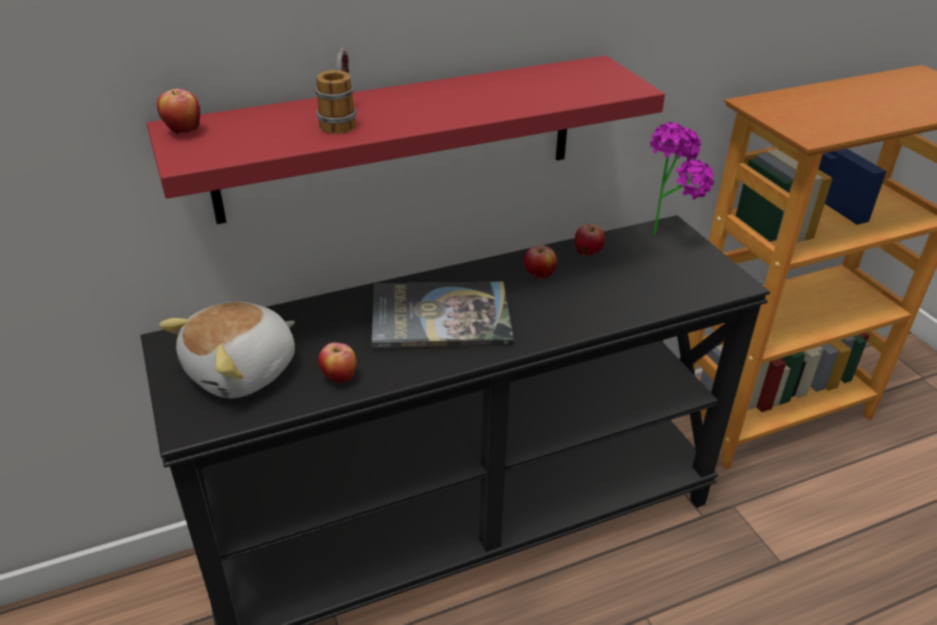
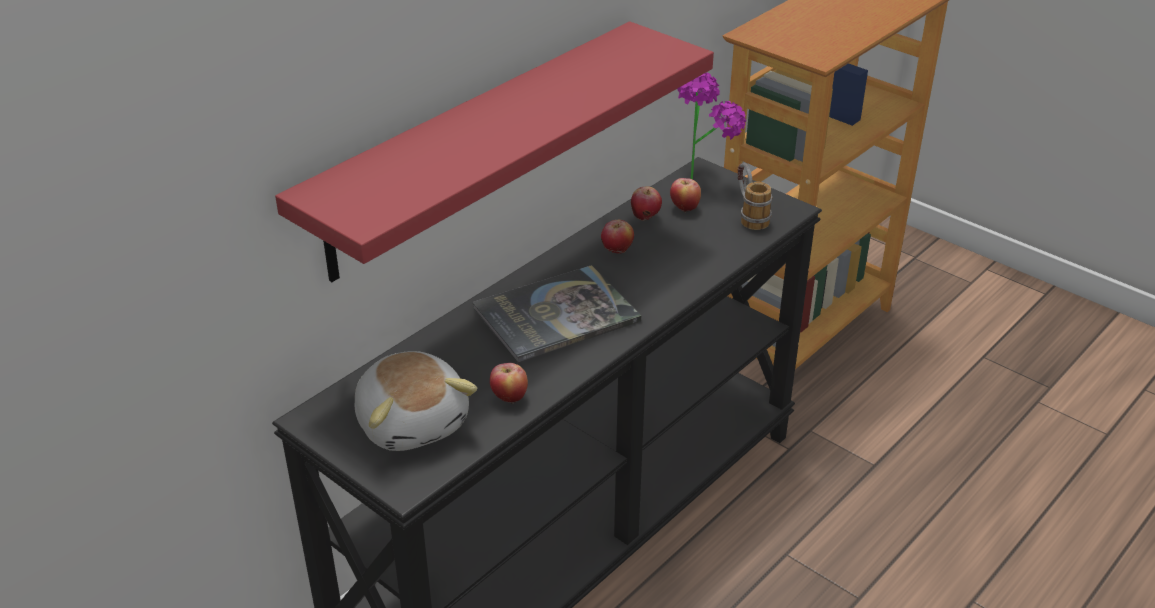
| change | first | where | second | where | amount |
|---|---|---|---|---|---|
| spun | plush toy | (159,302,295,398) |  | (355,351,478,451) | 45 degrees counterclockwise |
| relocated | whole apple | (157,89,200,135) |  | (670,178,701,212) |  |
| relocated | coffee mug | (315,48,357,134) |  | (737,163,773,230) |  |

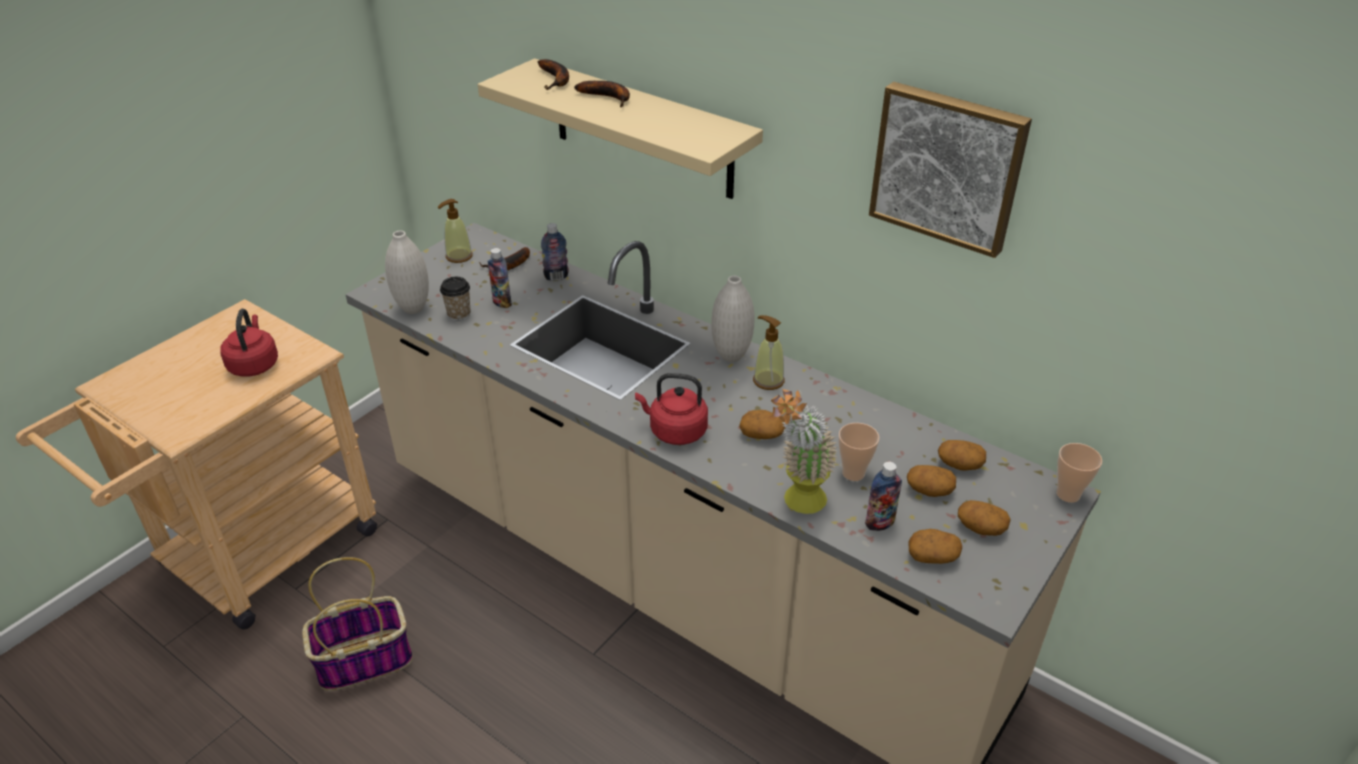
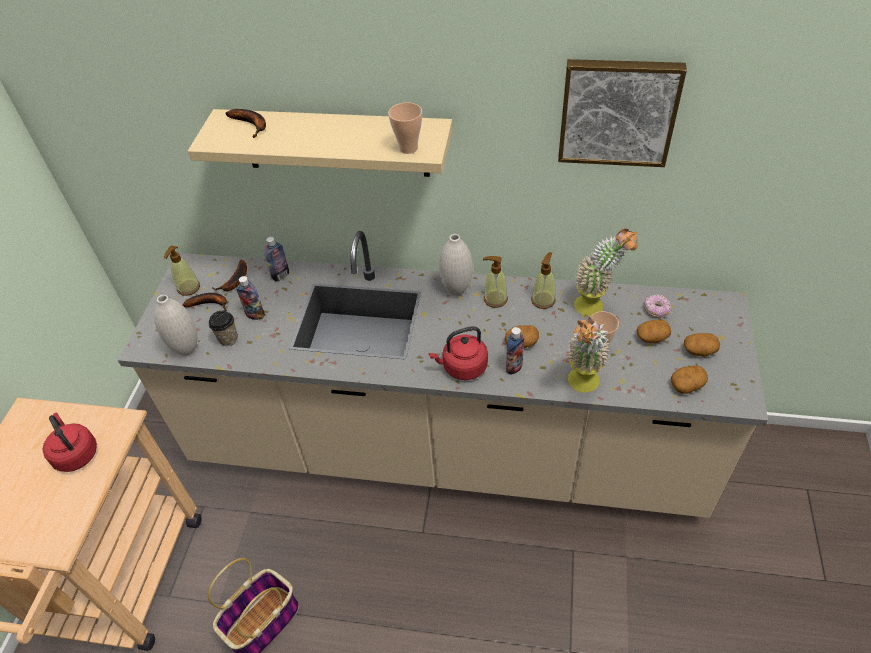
| change | first | where | second | where | amount |
|---|---|---|---|---|---|
| relocated | banana | (574,81,630,107) |  | (183,293,227,311) |  |
| relocated | drinking cup | (1056,443,1102,503) |  | (388,102,422,154) |  |
| relocated | beverage bottle | (865,461,902,531) |  | (506,327,524,375) |  |
| appeared |  |  | liquid soap bottle | (531,252,556,309) |  |
| appeared |  |  | potted plant | (574,229,638,316) |  |
| exchanged | whole potato | (938,440,986,471) | ring doughnut | (644,294,671,318) |  |

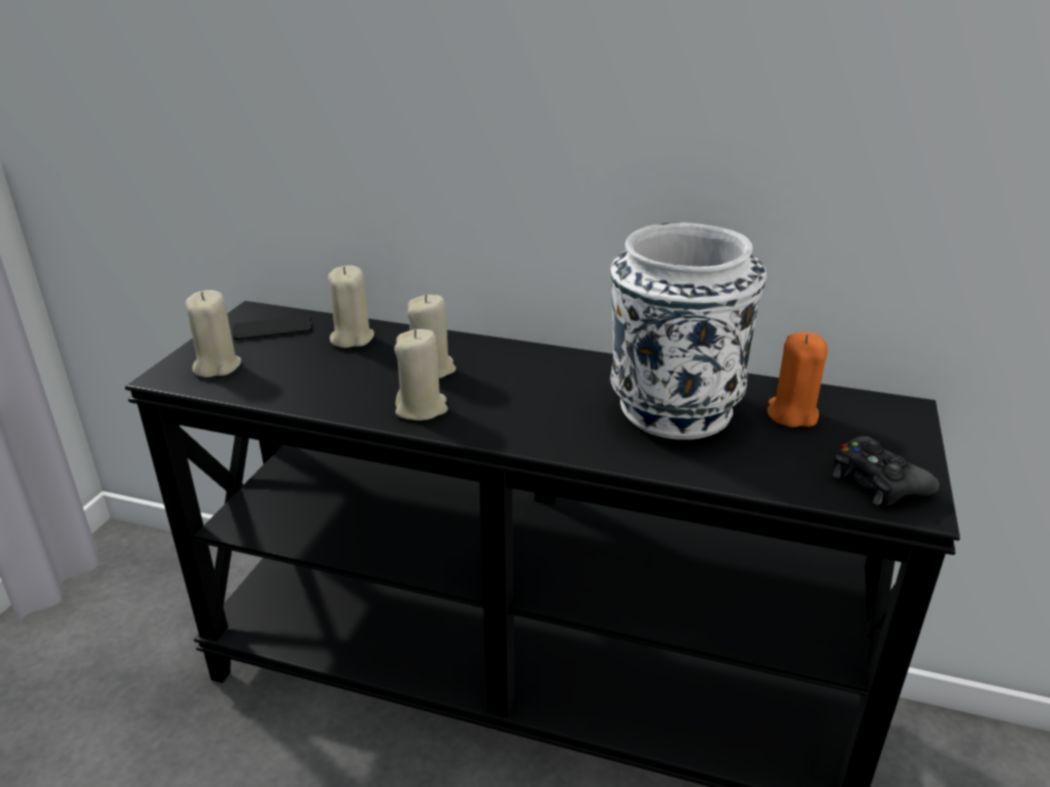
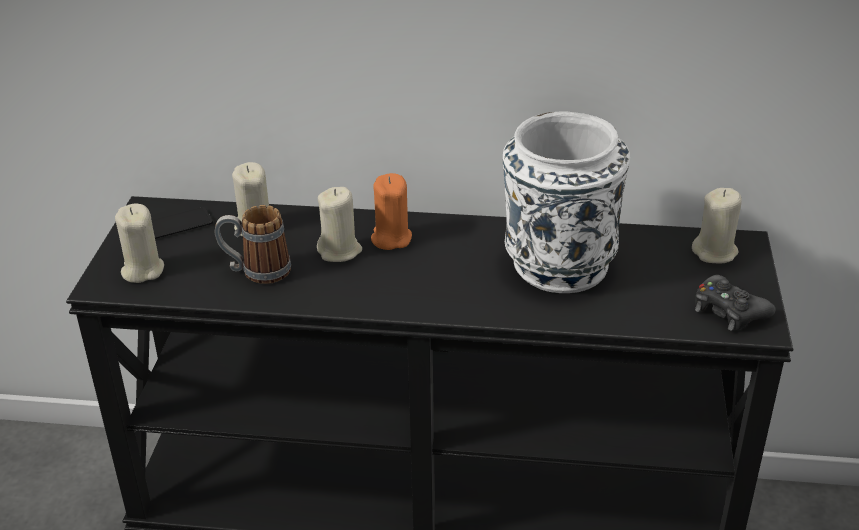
| change | first | where | second | where | amount |
|---|---|---|---|---|---|
| appeared |  |  | coffee mug | (215,205,291,284) |  |
| relocated | orange candle | (767,332,827,427) |  | (371,173,412,250) |  |
| relocated | sand-coloured candle | (394,329,448,421) |  | (692,188,742,264) |  |

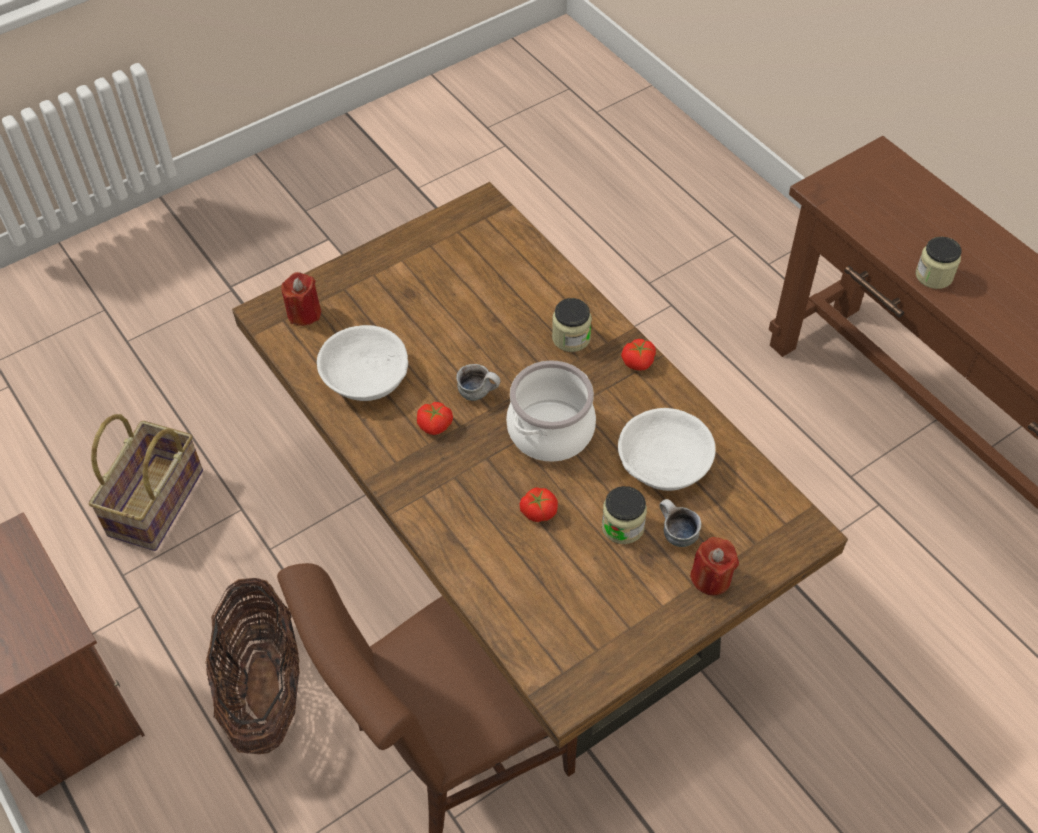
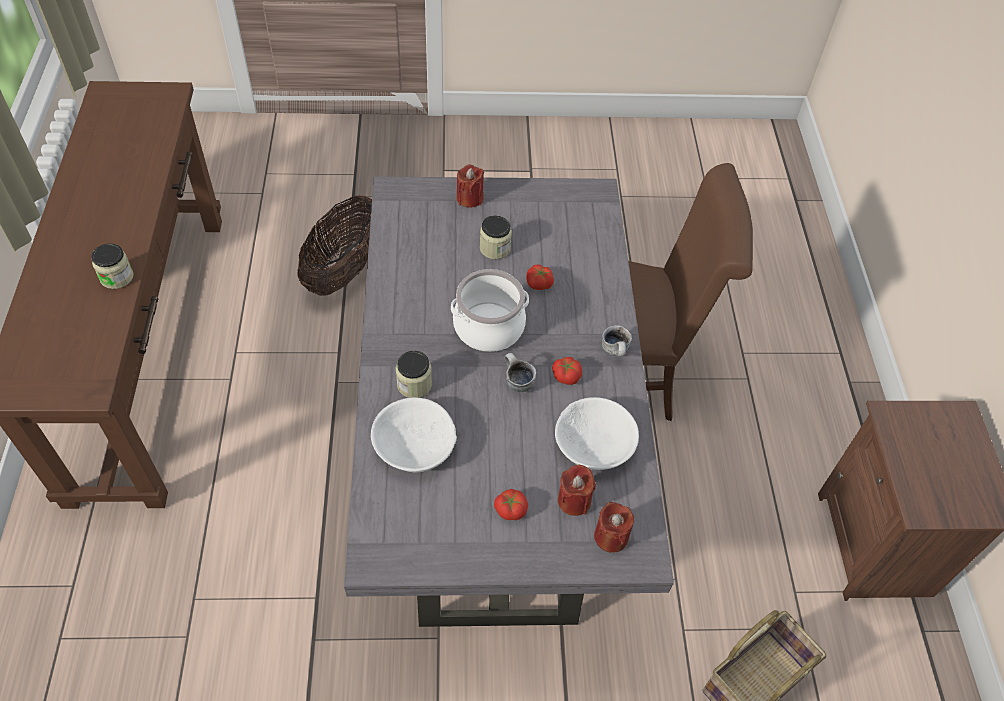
| change | first | where | second | where | amount |
|---|---|---|---|---|---|
| relocated | storage basket | (205,578,300,754) |  | (297,195,372,296) |  |
| colour | brownish dinner table | (232,182,848,758) | gray dinner table | (344,176,674,627) |  |
| relocated | whitish deep dish | (618,408,716,491) |  | (371,398,457,472) |  |
| relocated | fresh tomato | (621,339,656,371) |  | (494,489,528,520) |  |
| appeared |  |  | red-coloured candle | (558,465,596,516) |  |
| relocated | coffee mug | (660,499,701,547) |  | (602,325,632,357) |  |

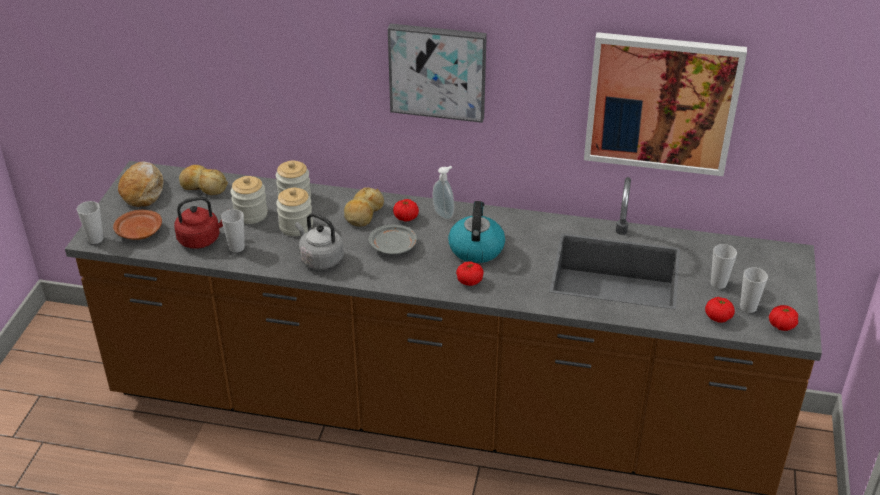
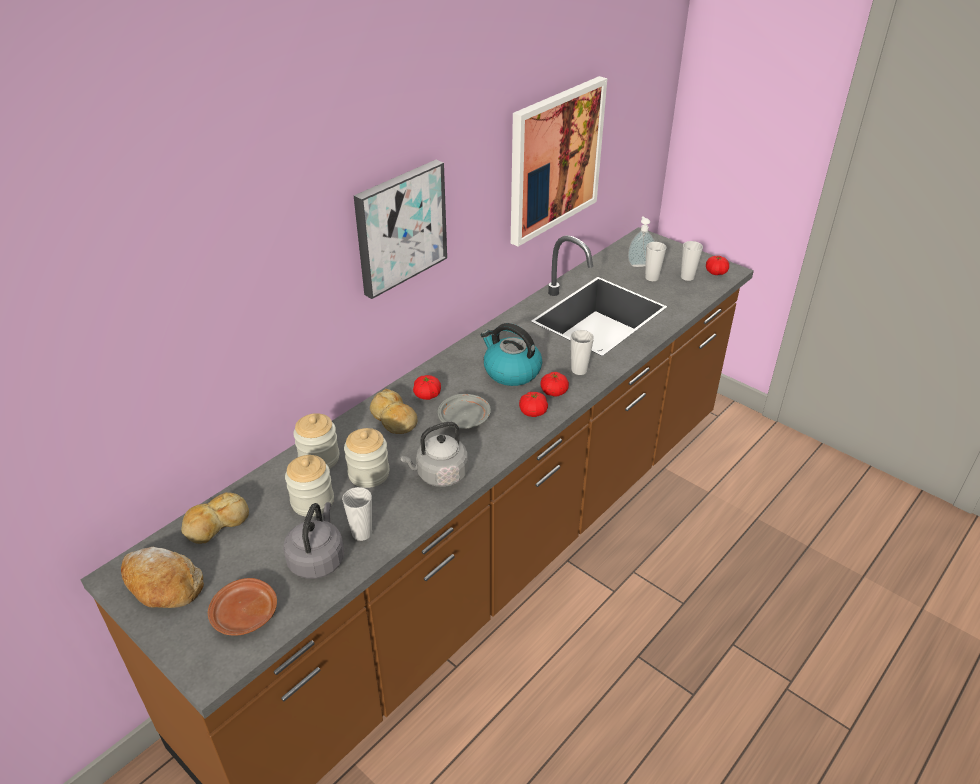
| change | first | where | second | where | amount |
|---|---|---|---|---|---|
| colour | red-coloured tea kettle | (174,196,223,249) | gray tea kettle | (283,502,344,579) |  |
| relocated | fresh tomato | (705,297,735,323) |  | (519,392,548,417) |  |
| relocated | drinking cup | (77,201,104,244) |  | (571,330,594,375) |  |
| relocated | liquid soap bottle | (432,166,454,219) |  | (628,216,655,267) |  |

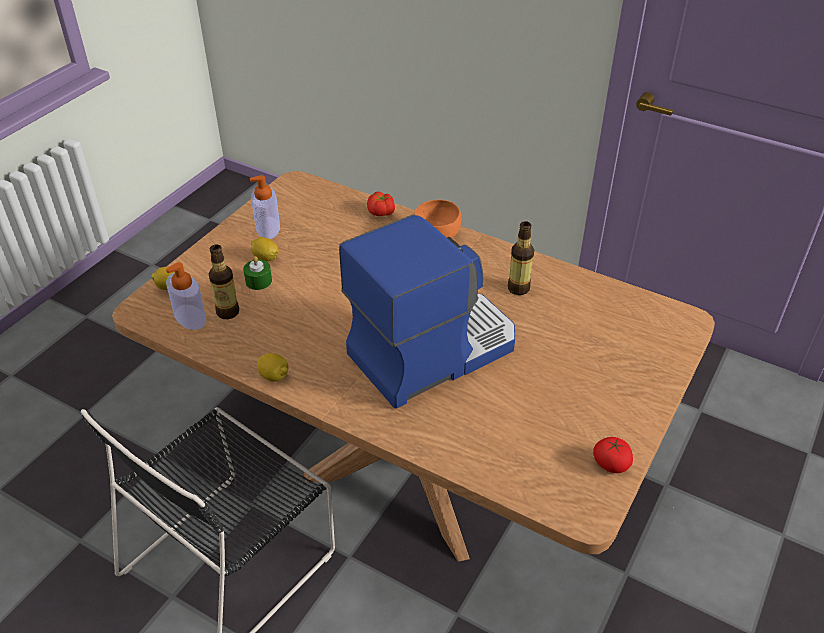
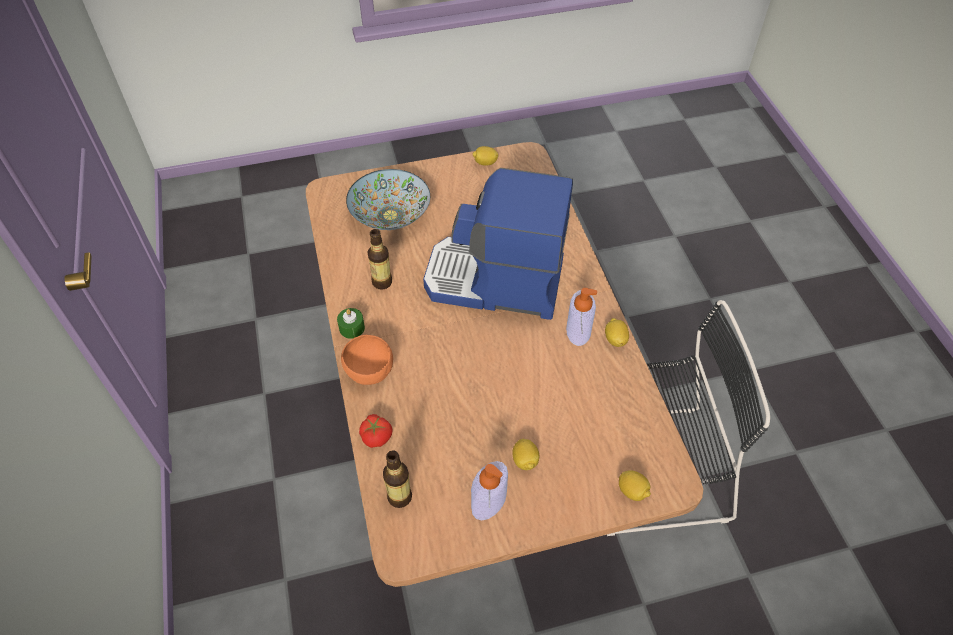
| change | first | where | second | where | amount |
|---|---|---|---|---|---|
| relocated | green-coloured candle | (243,256,272,290) |  | (337,308,365,339) |  |
| appeared |  |  | deep dish | (346,169,430,230) |  |
| relocated | beverage bottle | (209,244,239,319) |  | (383,451,412,508) |  |
| exchanged | fresh tomato | (593,437,633,473) | whole lemon | (473,146,498,166) |  |
| relocated | liquid soap bottle | (166,262,206,330) |  | (566,288,597,346) |  |

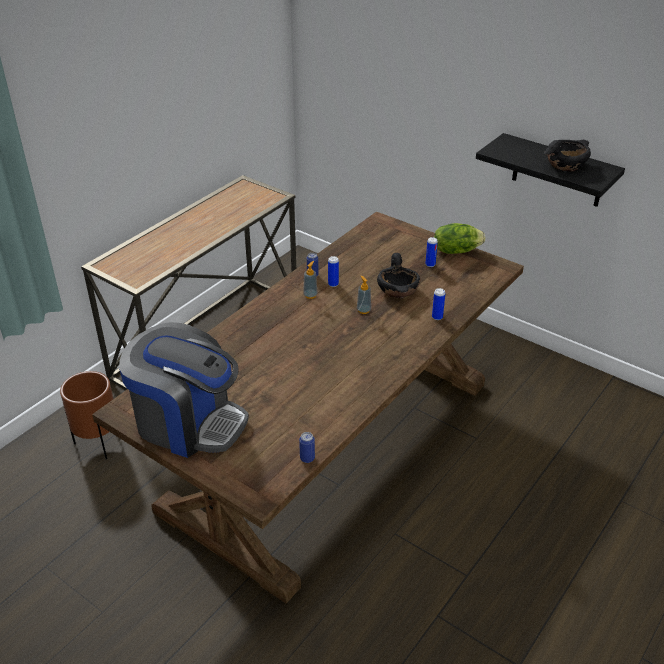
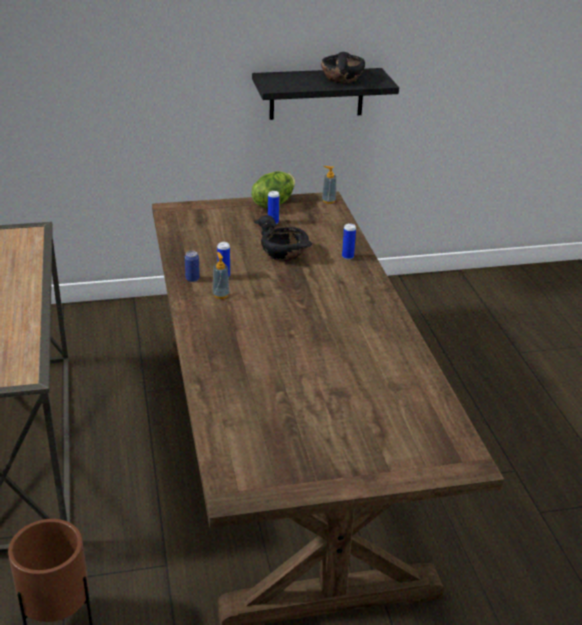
| change | first | where | second | where | amount |
|---|---|---|---|---|---|
| relocated | liquid soap bottle | (357,276,371,314) |  | (322,166,336,204) |  |
| missing | coffee maker | (119,322,249,458) |  |  |  |
| missing | can | (299,432,315,463) |  |  |  |

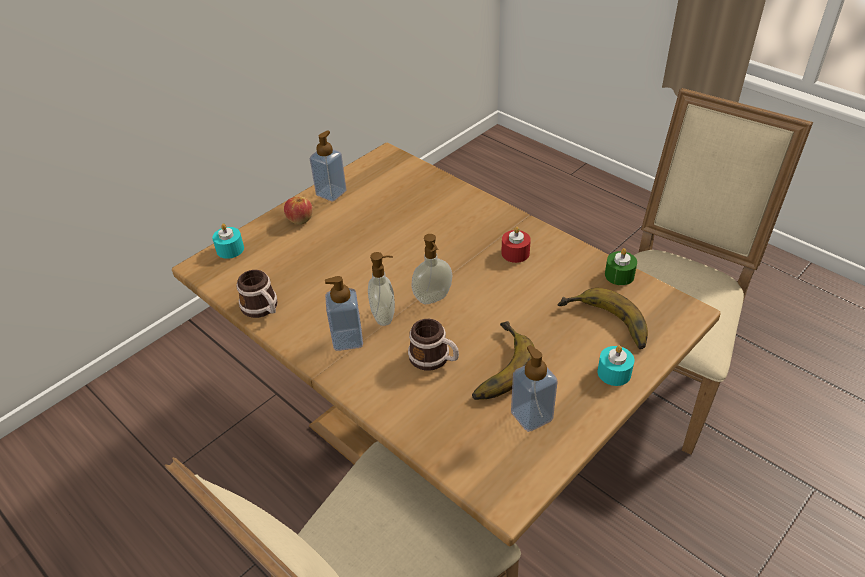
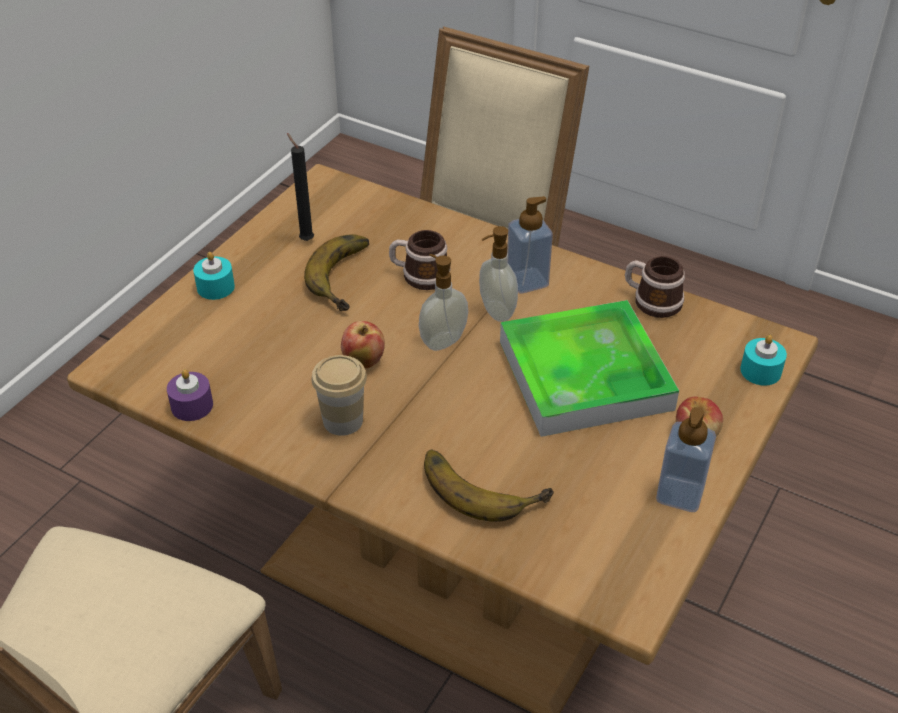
| change | first | where | second | where | amount |
|---|---|---|---|---|---|
| colour | green-coloured candle | (605,248,637,285) | purple-coloured candle | (167,369,213,421) |  |
| exchanged | liquid soap bottle | (511,345,558,432) | blackish candle | (287,133,314,241) |  |
| exchanged | red-coloured candle | (501,227,531,263) | drinking cup | (312,355,367,436) |  |
| appeared |  |  | whole apple | (341,321,385,368) |  |
| relocated | banana | (558,288,648,349) |  | (424,449,554,522) |  |
| appeared |  |  | tray | (500,300,679,437) |  |

